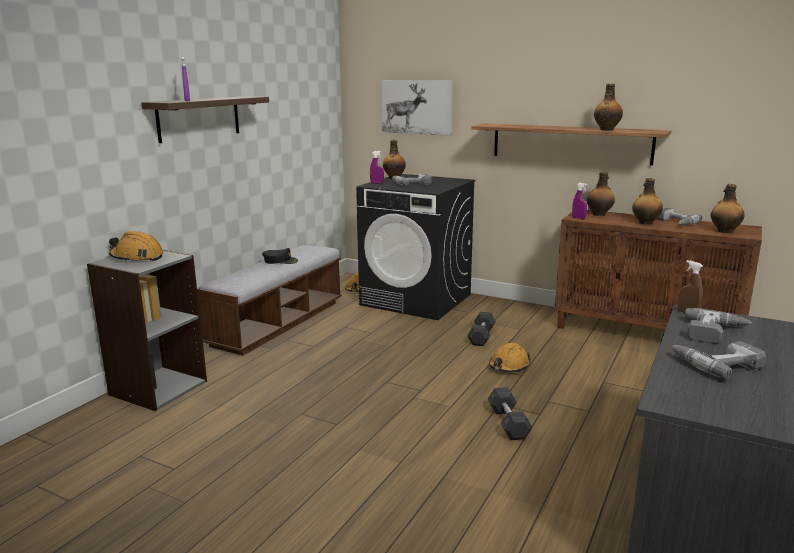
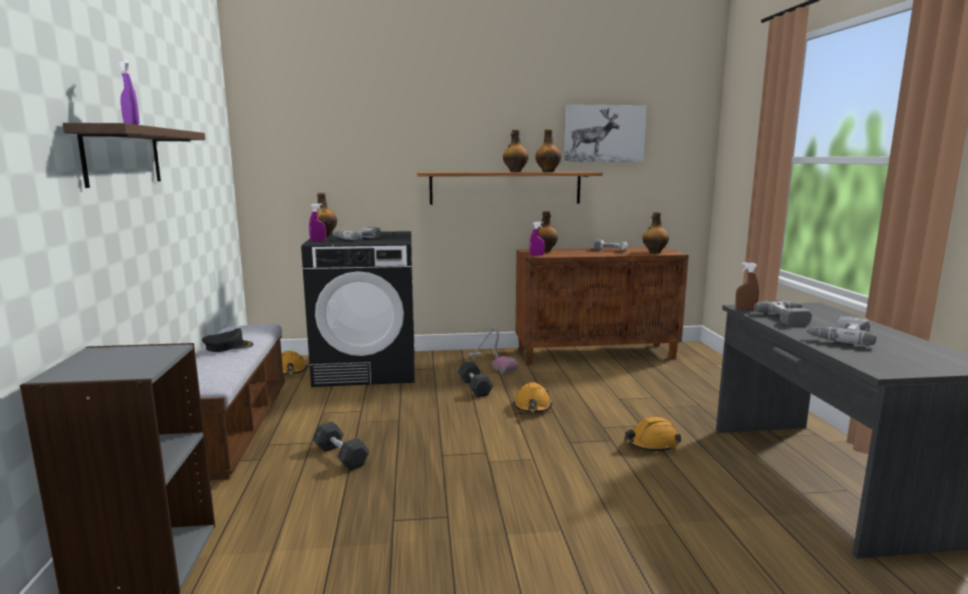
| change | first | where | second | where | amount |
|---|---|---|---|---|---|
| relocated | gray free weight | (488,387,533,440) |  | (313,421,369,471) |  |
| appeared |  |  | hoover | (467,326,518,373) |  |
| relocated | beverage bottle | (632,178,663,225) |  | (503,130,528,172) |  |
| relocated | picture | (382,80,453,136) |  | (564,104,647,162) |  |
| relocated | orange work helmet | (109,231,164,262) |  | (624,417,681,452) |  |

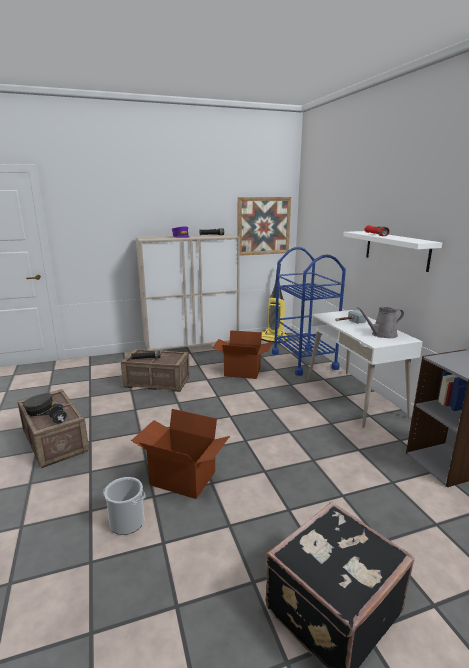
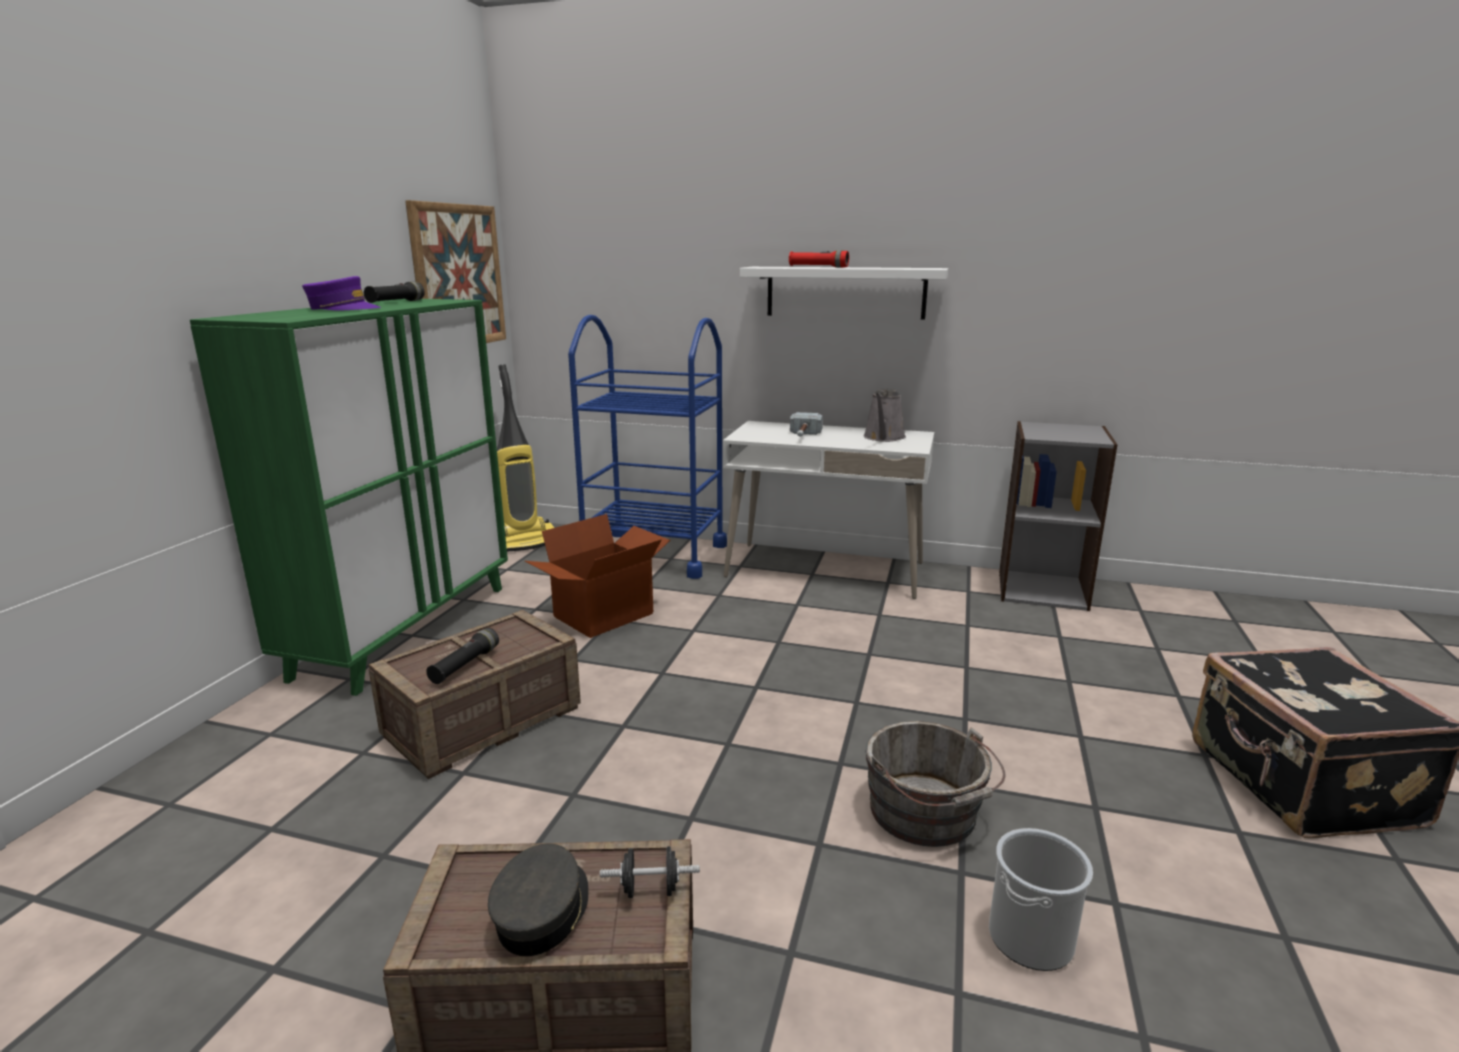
| change | first | where | second | where | amount |
|---|---|---|---|---|---|
| colour | sand-coloured cupboard | (136,234,240,351) | green-coloured cupboard | (190,299,508,696) |  |
| exchanged | packing box | (131,409,230,499) | gray water bucket | (865,721,1005,847) |  |

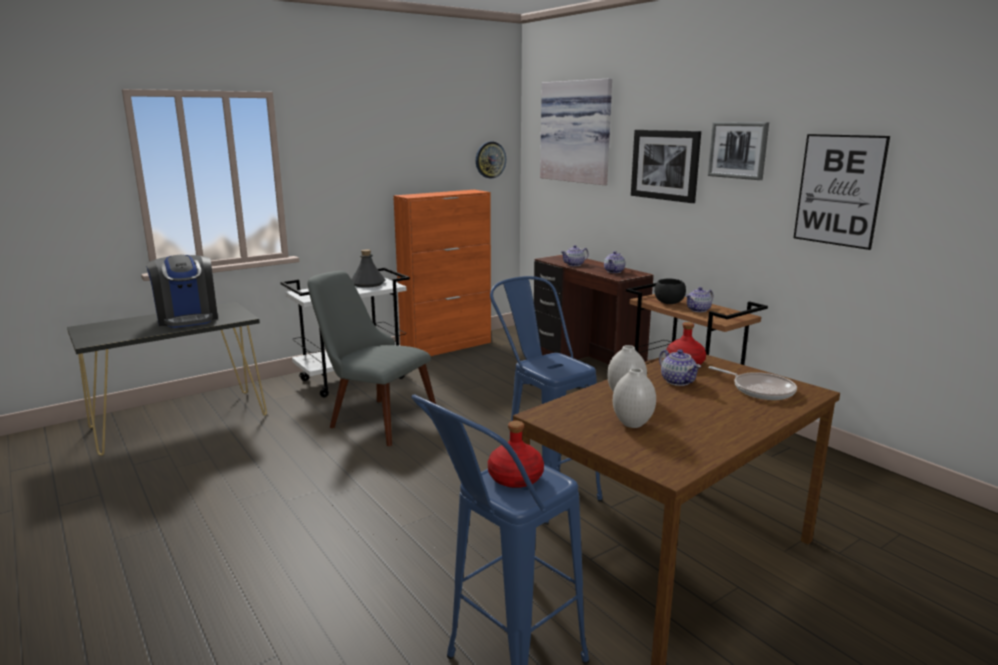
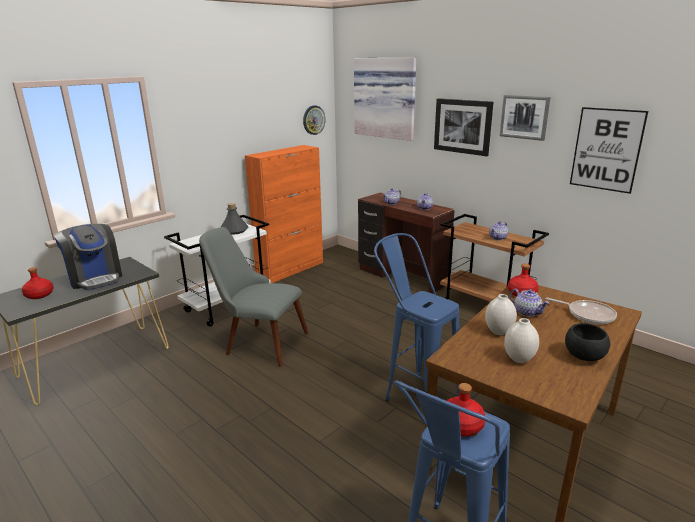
| change | first | where | second | where | amount |
|---|---|---|---|---|---|
| appeared |  |  | red-coloured beverage bottle | (22,267,54,299) |  |
| relocated | blackish deep dish | (654,279,686,304) |  | (565,323,610,361) |  |

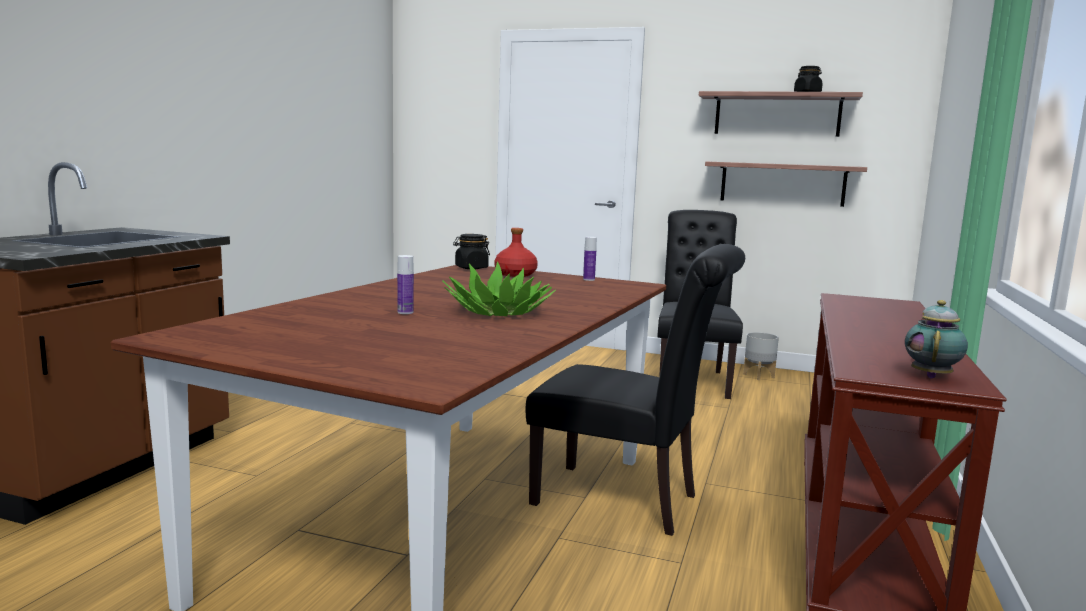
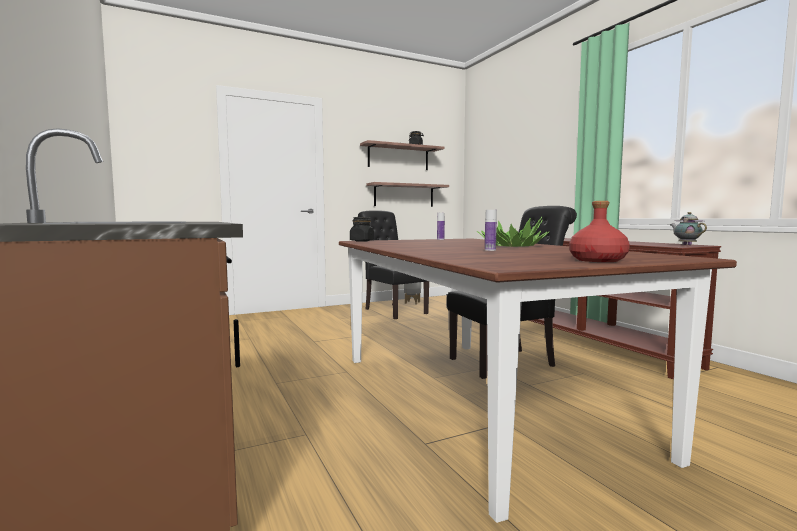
| change | first | where | second | where | amount |
|---|---|---|---|---|---|
| relocated | red-coloured beverage bottle | (495,228,538,277) |  | (569,201,630,262) |  |

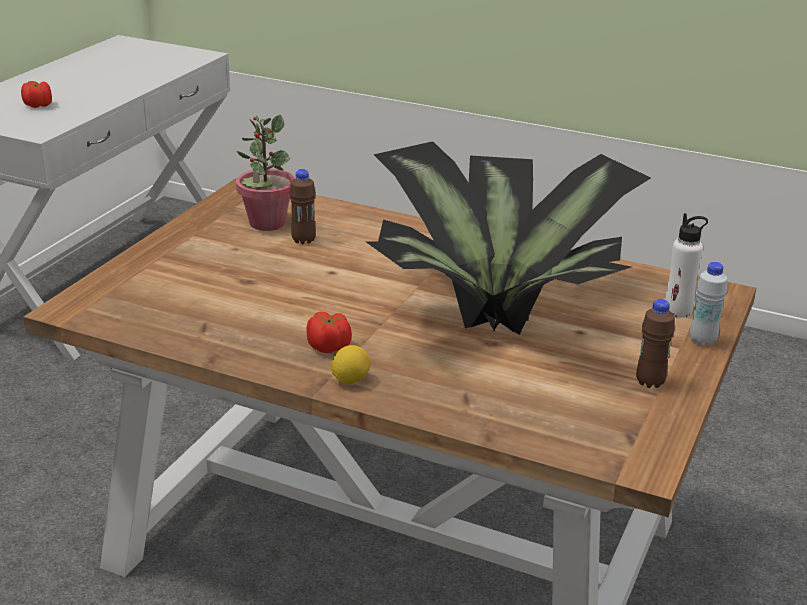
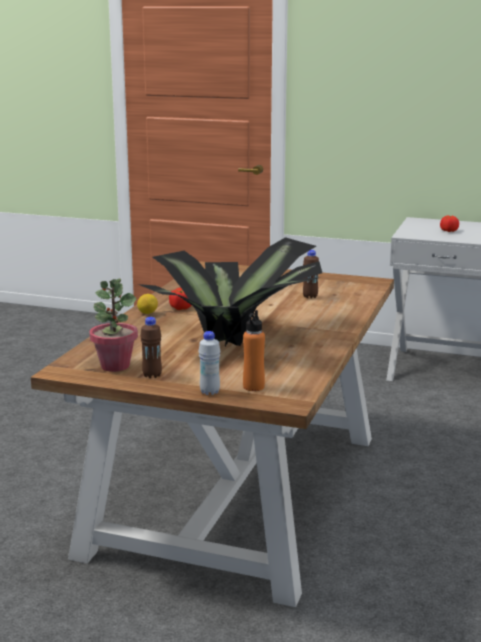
| change | first | where | second | where | amount |
|---|---|---|---|---|---|
| relocated | potted plant | (236,115,295,231) |  | (89,279,138,372) |  |
| colour | whitish beverage bottle | (665,213,708,318) | orange beverage bottle | (243,310,265,391) |  |

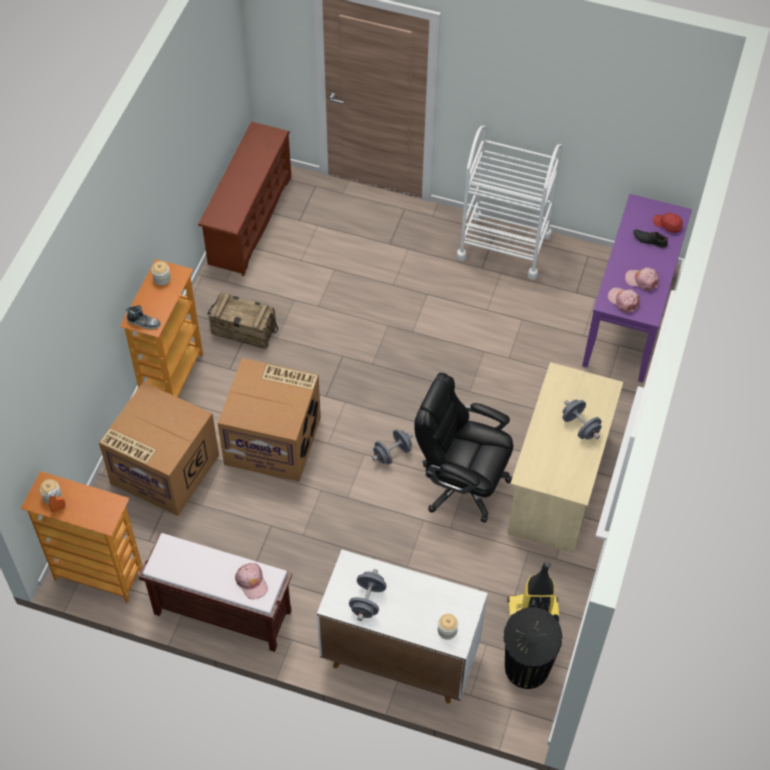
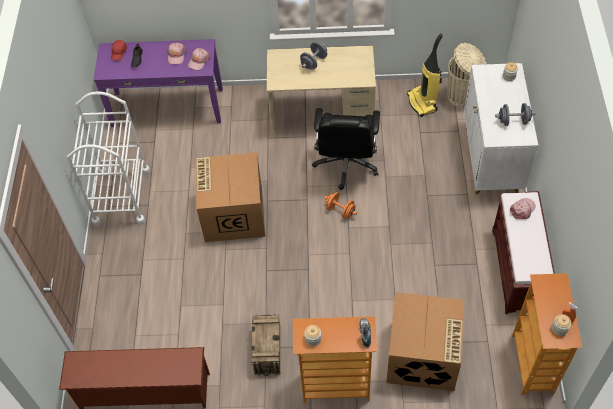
| change | first | where | second | where | amount |
|---|---|---|---|---|---|
| relocated | packing box | (218,358,321,482) |  | (196,152,265,242) |  |
| colour | gray free weight | (372,429,413,465) | orange free weight | (324,192,357,219) |  |
| colour | blackish waste bin | (503,607,562,689) | sand-coloured waste bin | (447,43,486,107) |  |

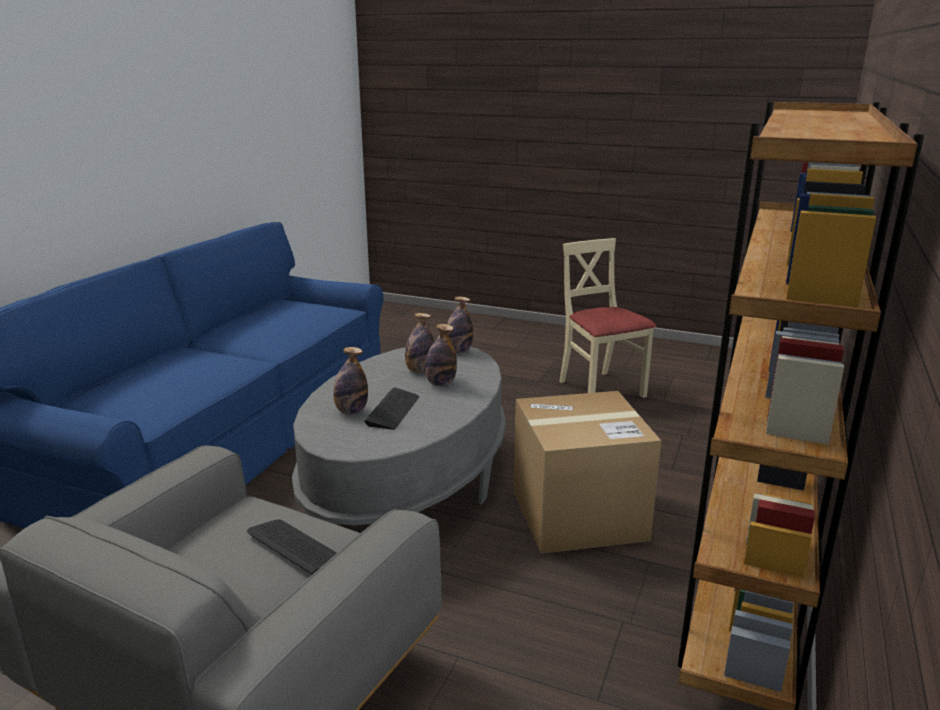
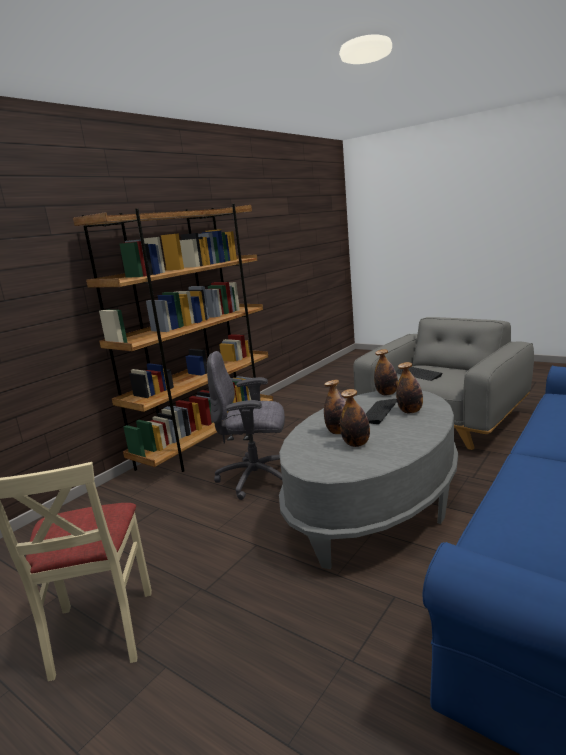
| change | first | where | second | where | amount |
|---|---|---|---|---|---|
| exchanged | packing box | (513,391,661,554) | gray computer chair | (207,351,285,500) |  |
| relocated | beverage bottle | (447,296,473,353) |  | (374,349,398,395) |  |

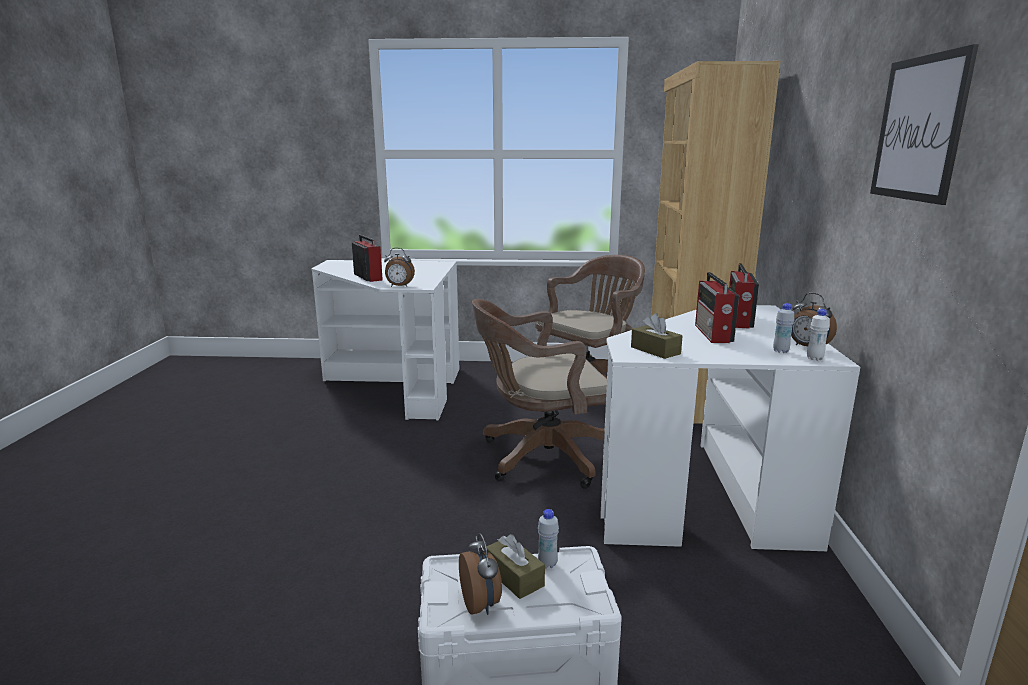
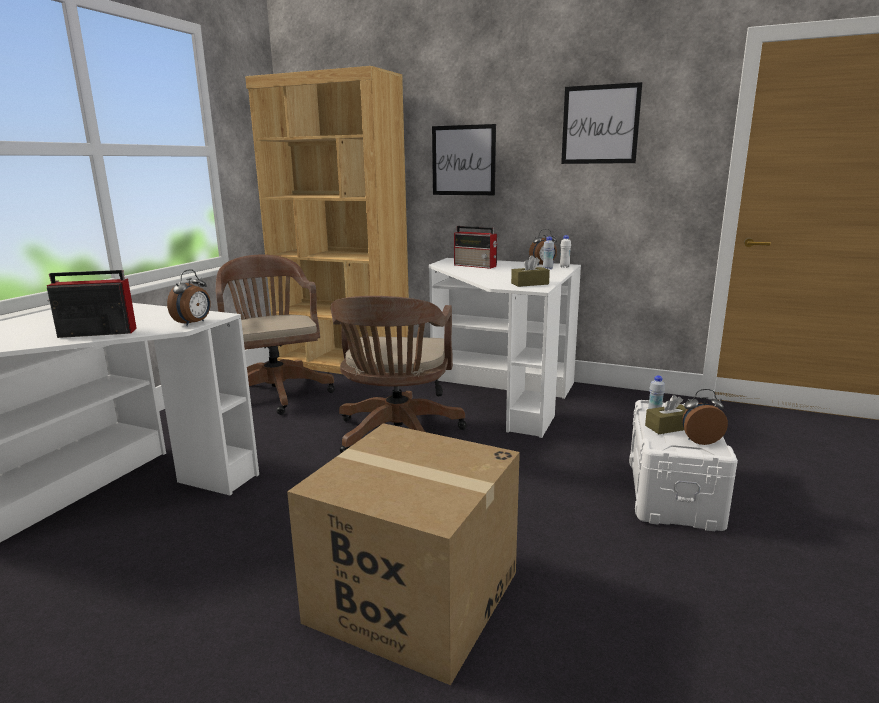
| change | first | where | second | where | amount |
|---|---|---|---|---|---|
| appeared |  |  | packing box | (287,423,520,685) |  |
| appeared |  |  | picture | (432,124,496,195) |  |
| missing | radio | (695,272,739,343) |  |  |  |

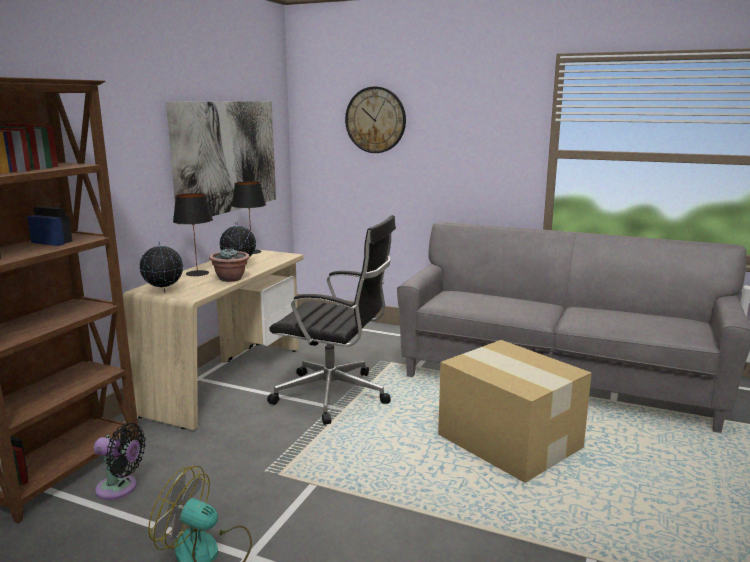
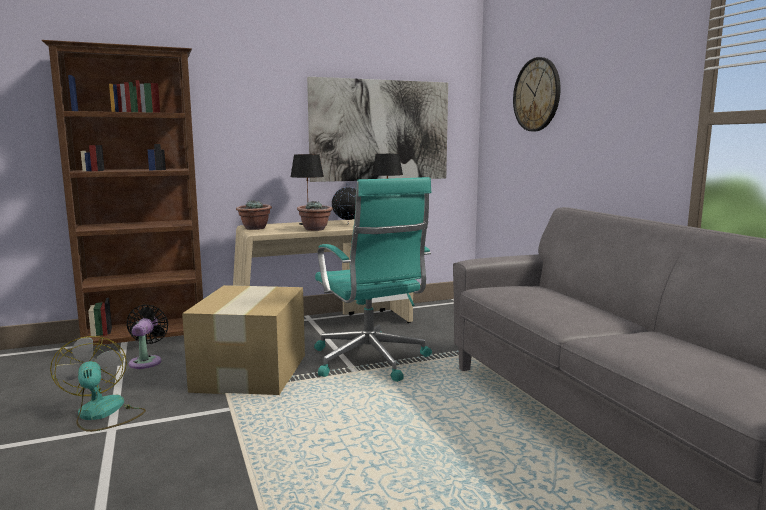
| change | first | where | second | where | amount |
|---|---|---|---|---|---|
| spun | blackish electric fan | (94,423,146,500) |  | (126,305,168,369) | 150 degrees counterclockwise |
| relocated | packing box | (438,340,592,483) |  | (182,285,305,395) |  |
| exchanged | world globe | (139,241,183,292) | potted plant | (236,200,272,230) |  |
| colour | blackish computer chair | (267,215,396,425) | turquoise computer chair | (314,177,432,382) |  |

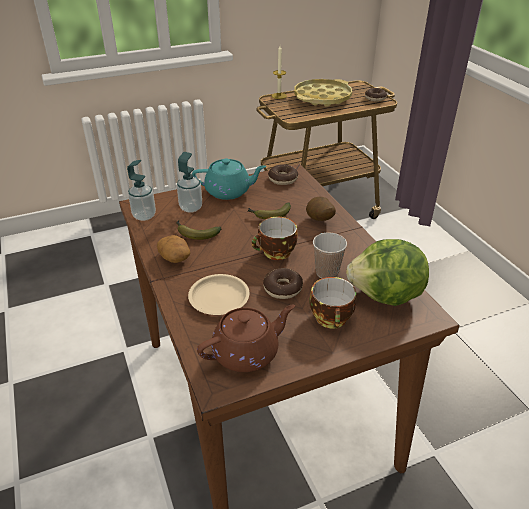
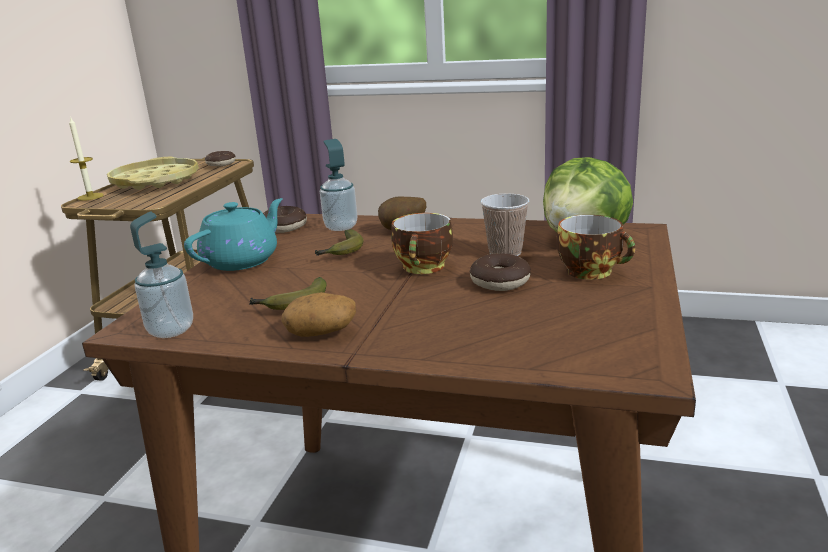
| change | first | where | second | where | amount |
|---|---|---|---|---|---|
| relocated | liquid soap bottle | (177,152,202,213) |  | (320,139,357,231) |  |
| missing | sand-coloured flat dish | (188,274,249,315) |  |  |  |
| missing | brownish tea pot | (197,305,295,372) |  |  |  |

